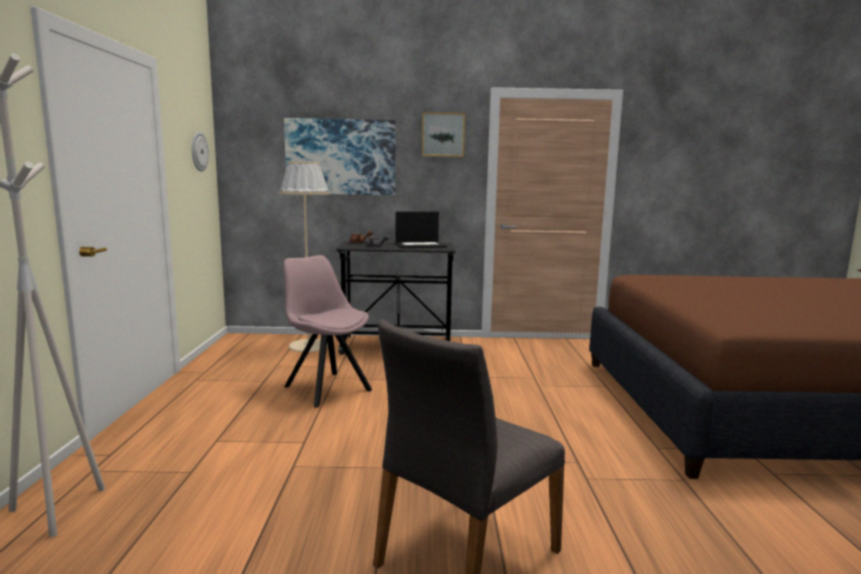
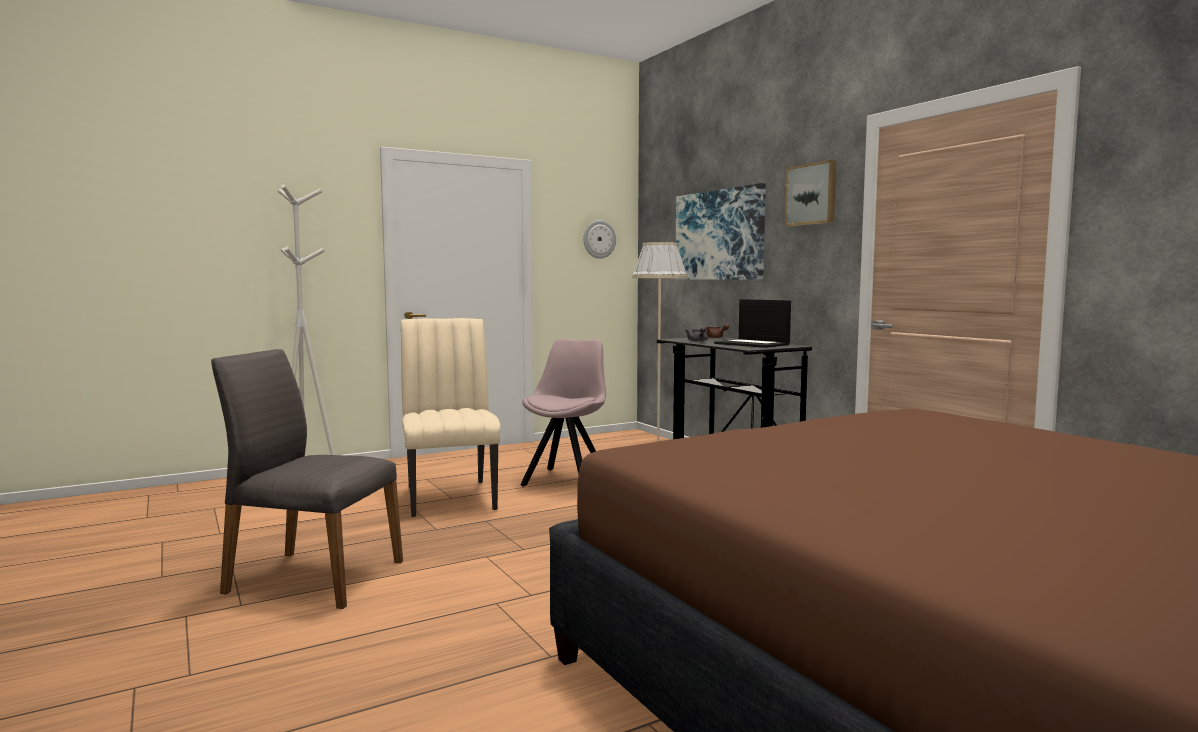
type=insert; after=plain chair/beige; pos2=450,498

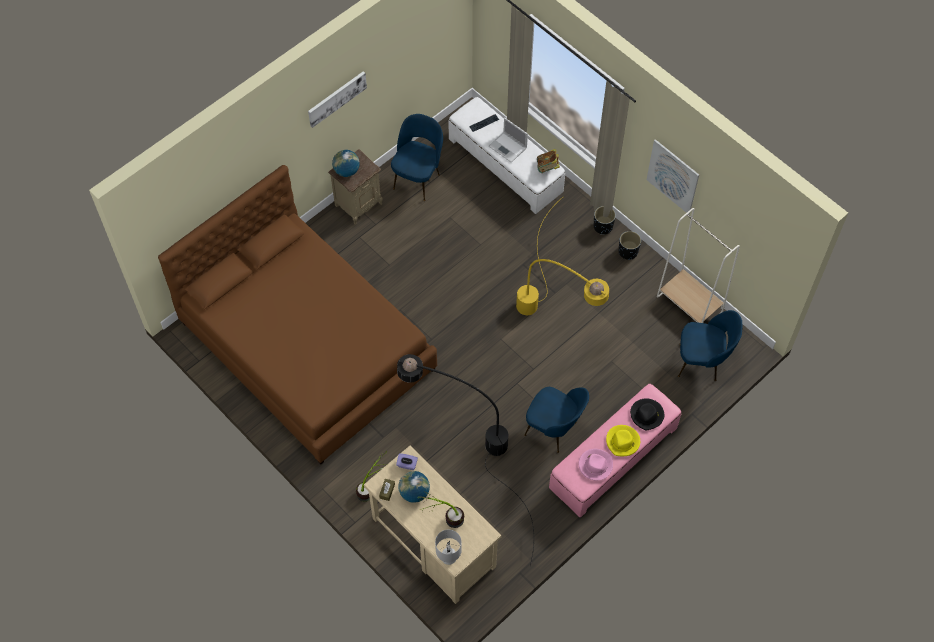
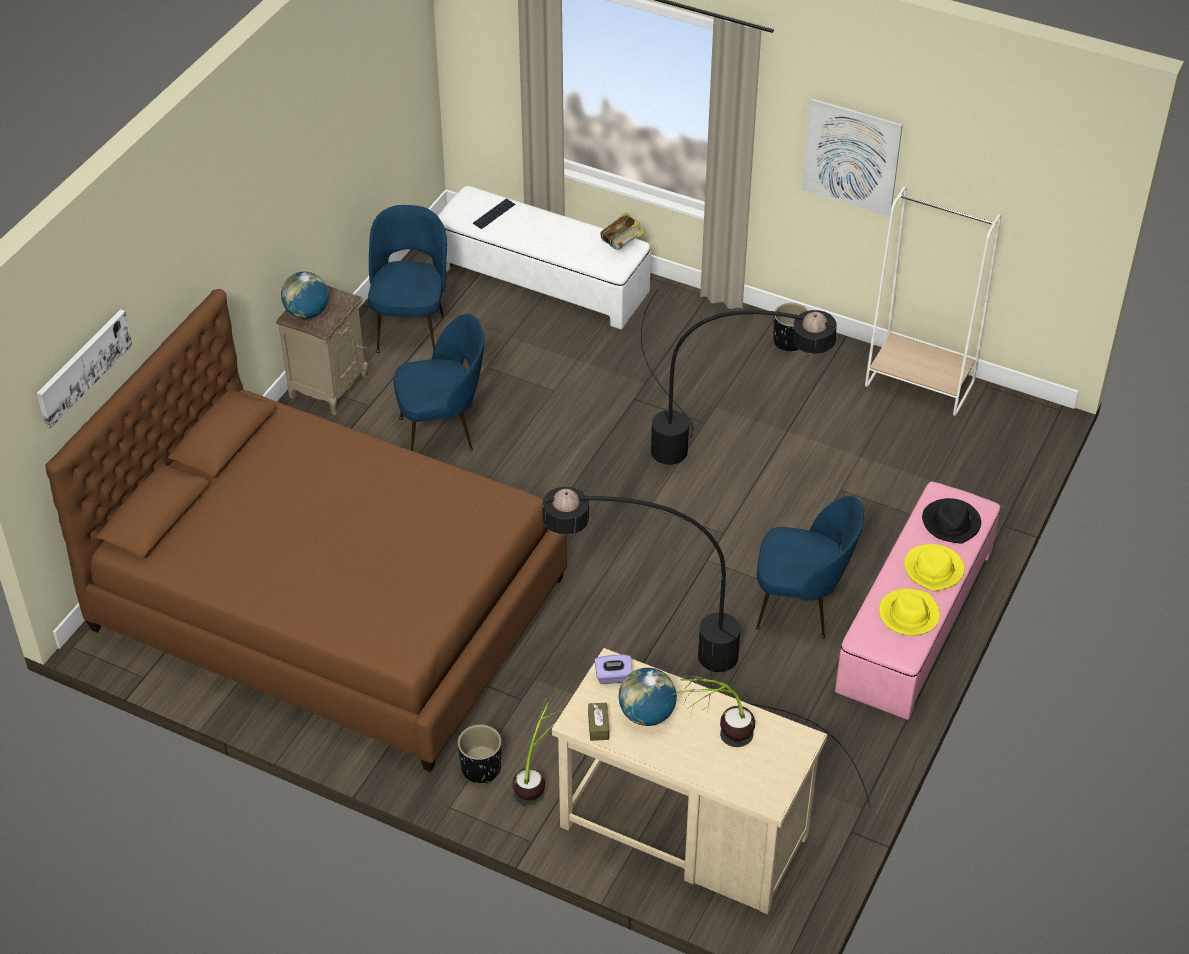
type=move; before=wall picture; pos1=336,98; pos2=83,367
type=delete; before=tabletop lamp/grey; pos1=449,558
type=delete; before=laptop; pos1=508,147
type=recolor; before=standing lamp/yellow; after=standing lamp/black-coloured; pos1=554,313; pos2=718,450
type=recolor; before=wearable hat/pink-coloured; after=wearable hat/yellow; pos1=595,465; pos2=908,614
type=move; before=flower pot/black-coloured; pos1=602,226; pos2=480,768
type=move; before=plain chair/blue; pos1=702,363; pos2=443,433

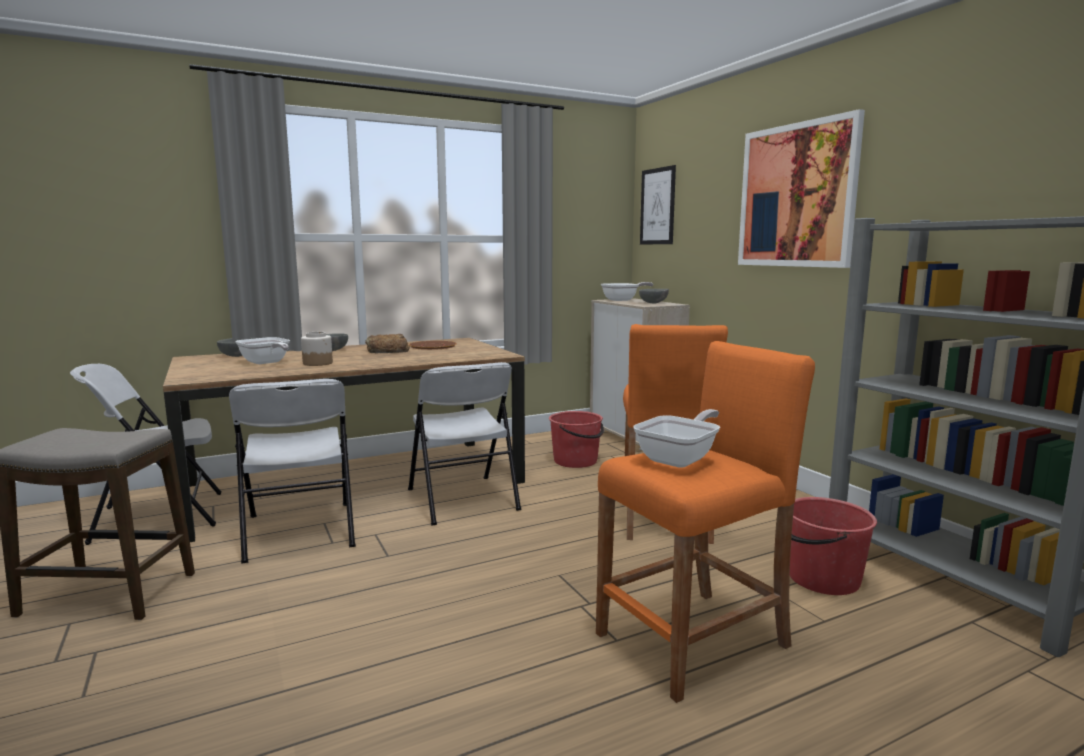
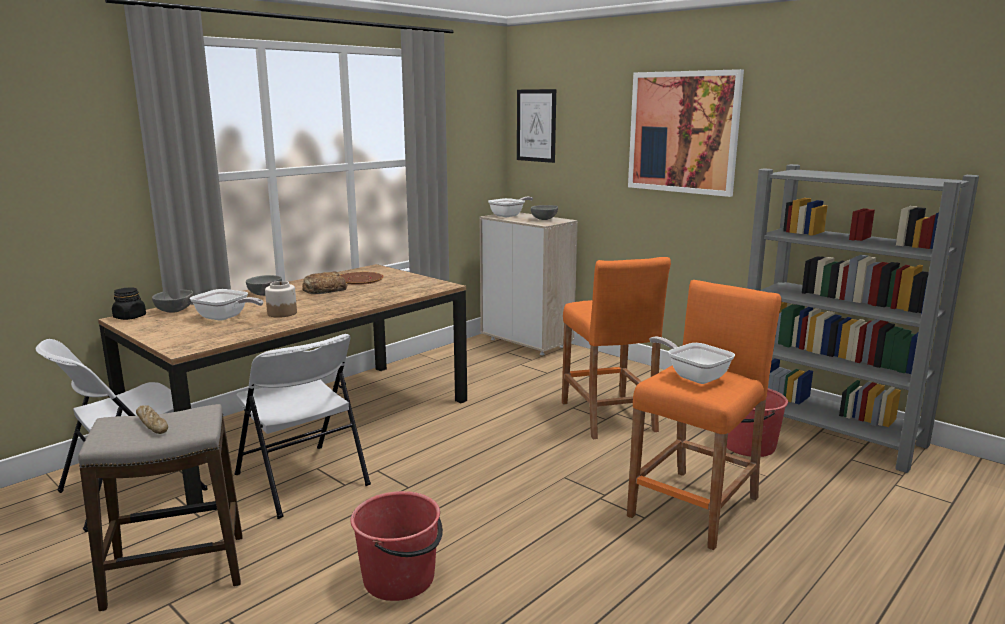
type=delete; before=plain chair/white; pos1=462,499
type=move; before=bucket/red; pos1=576,461; pos2=400,579
type=rotate; before=skillet; pos1=680,459; pos2=693,376; turn=-60
type=insert; after=preserve jar/black-coloured; pos2=130,317
type=insert; after=bakery bread; pos2=152,424

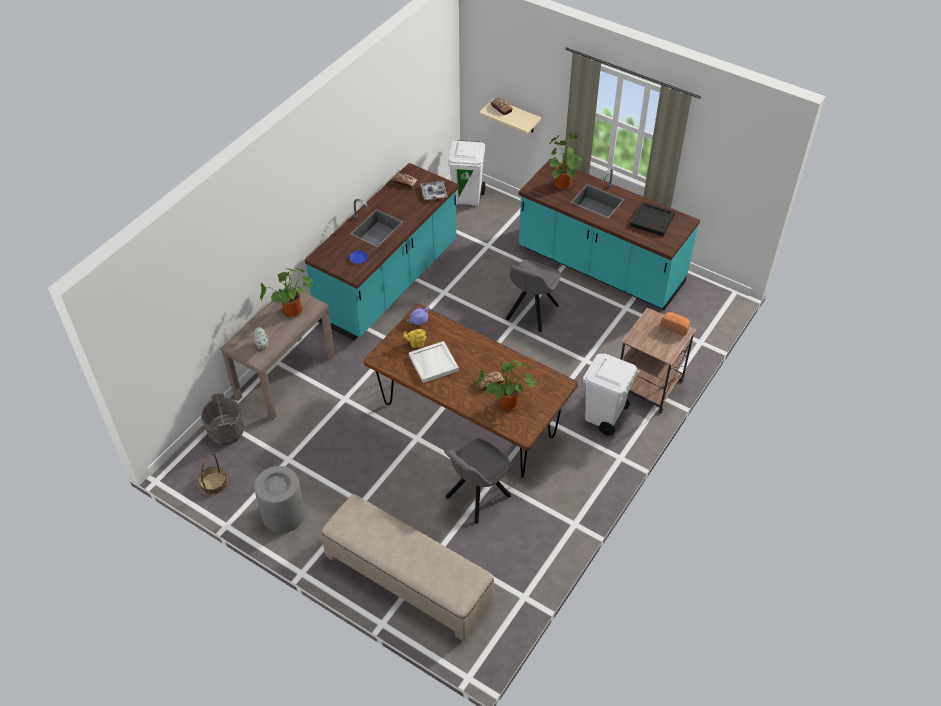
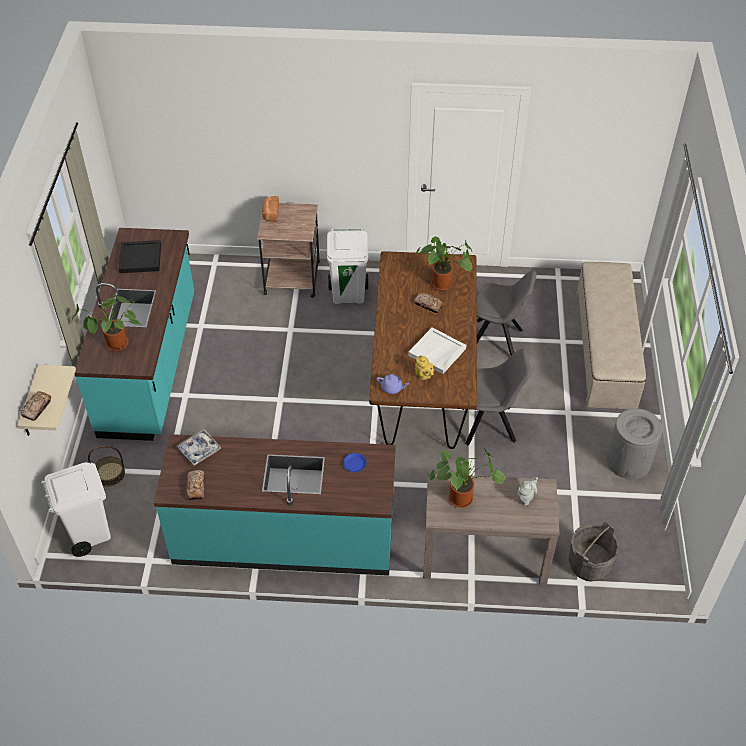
type=move; before=basket; pos1=213,483; pos2=110,474
type=move; before=plain chair/grey; pos1=531,312; pos2=488,425

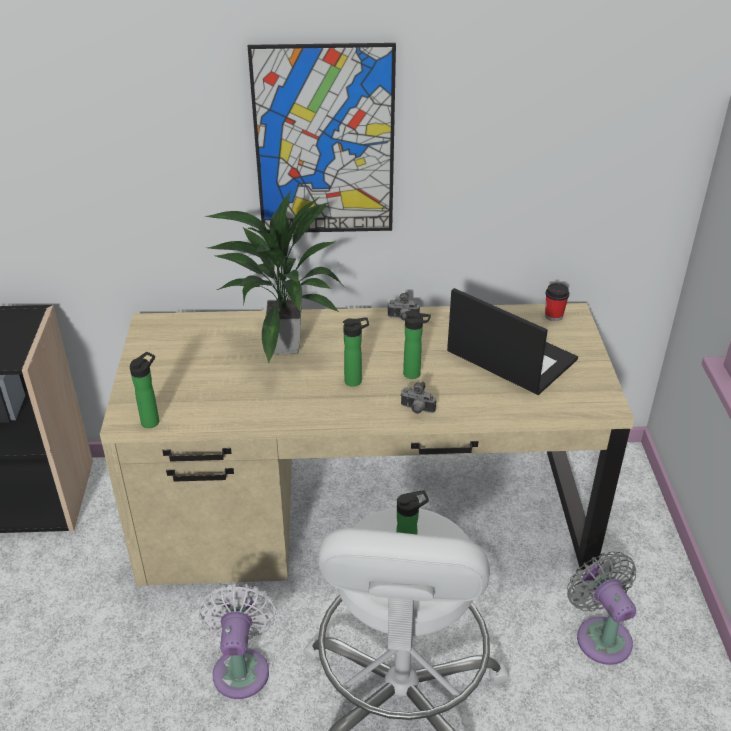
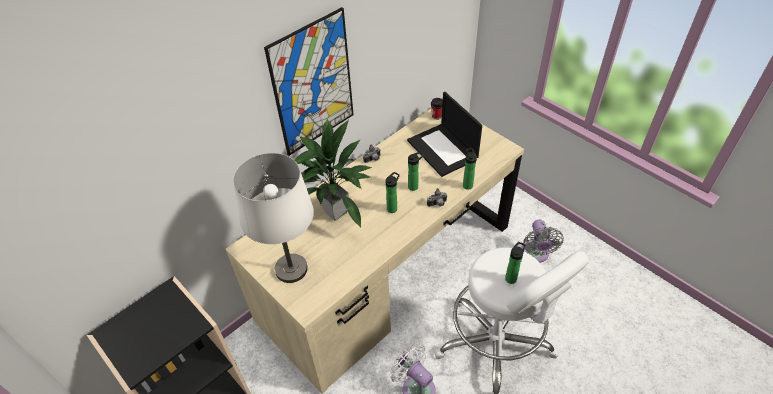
type=move; before=beverage bottle; pos1=152,420; pos2=467,184
type=rotate; before=laptop; pos1=509,356; pos2=443,150; turn=-120
type=rotate; before=electric fan/grey; pos1=600,635; pos2=535,254; turn=-120
type=insert; after=tabletop lamp/white; pos2=291,269

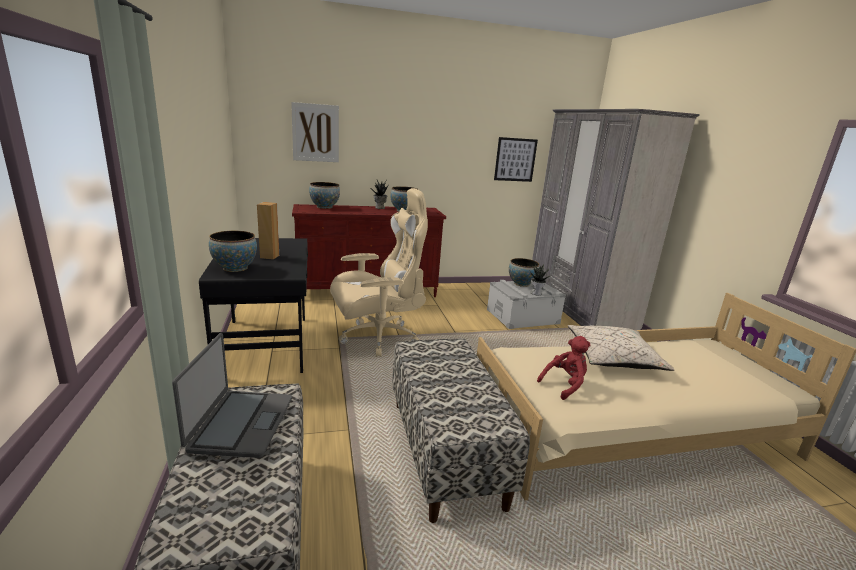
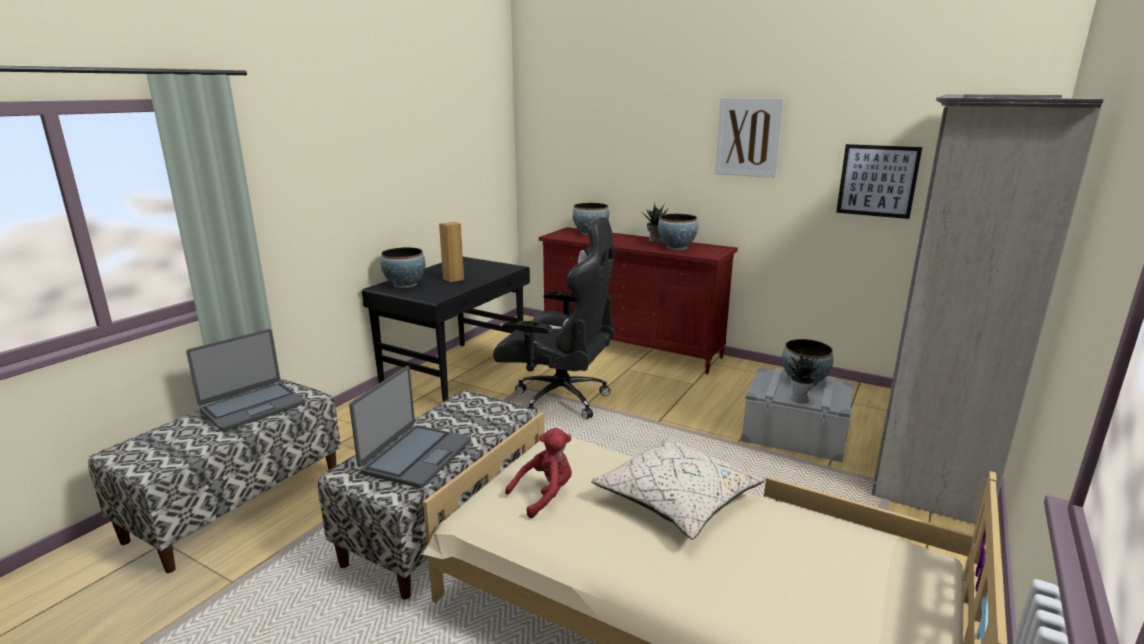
type=move; before=wall picture; pos1=315,133; pos2=748,137
type=recolor; before=computer chair/beige; after=computer chair/black-coloured; pos1=374,339; pos2=555,399
type=rotate; before=plush toy/red; pos1=564,385; pos2=545,495; turn=-45
type=insert; after=laptop; pos2=416,456

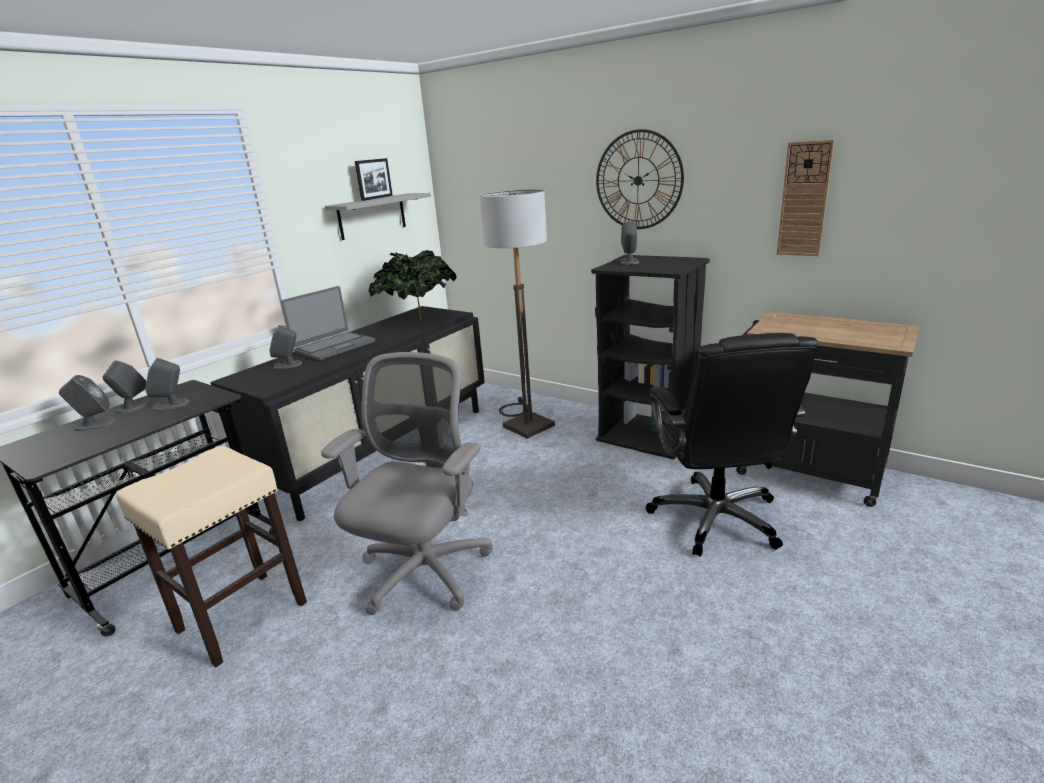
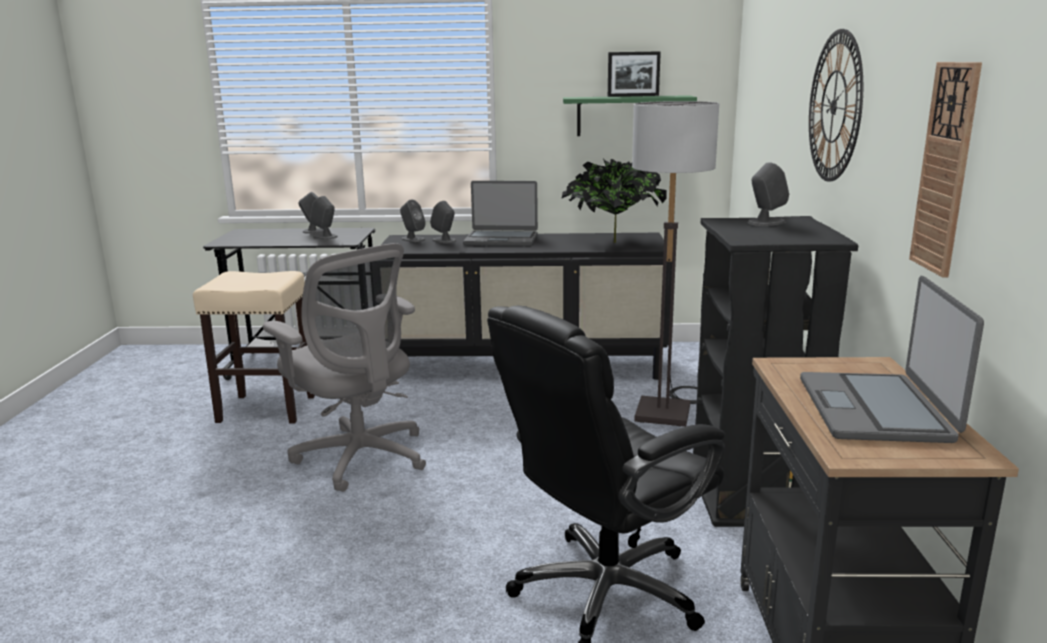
type=move; before=speaker/grey; pos1=95,424; pos2=413,239
type=rotate; before=computer chair/grey; pos1=423,578; pos2=355,455; turn=60
type=recolor; before=shelf/grey; after=shelf/greenish; pos1=372,216; pos2=626,116
type=insert; after=laptop; pos2=876,409

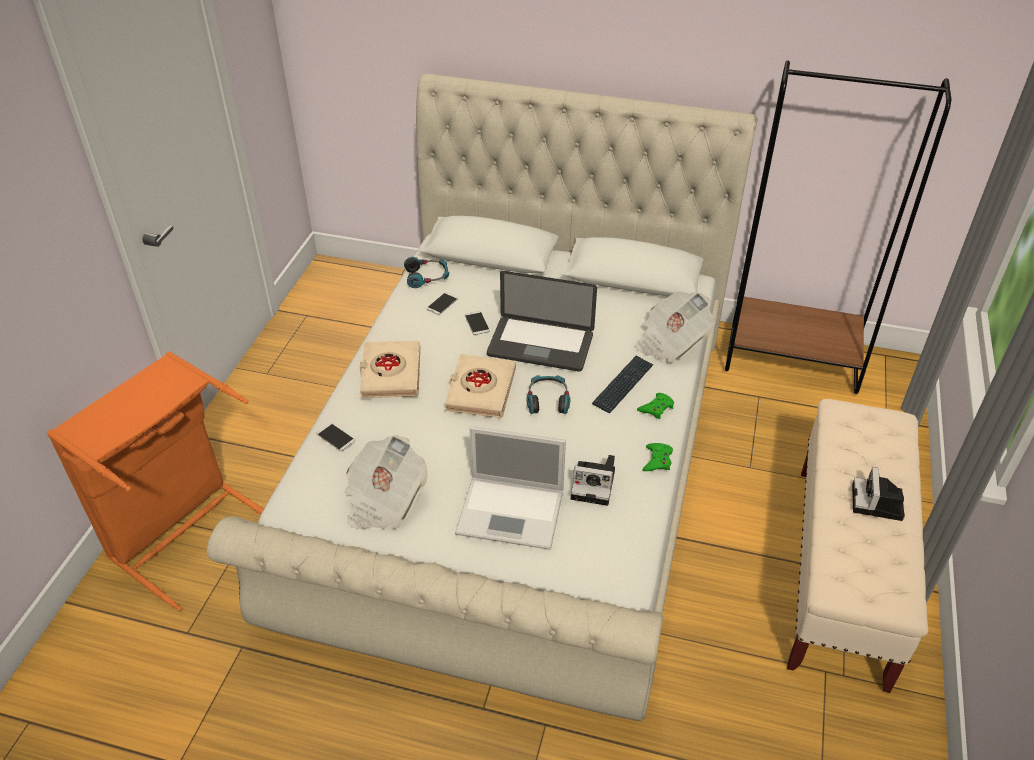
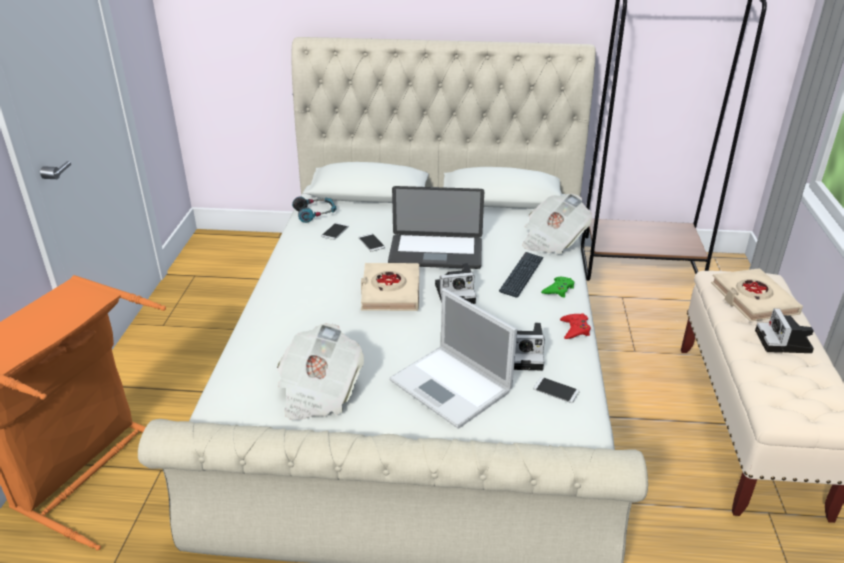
type=move; before=telephone; pos1=336,437; pos2=556,390
type=move; before=book/beige; pos1=390,374; pos2=753,299
type=rotate; before=laptop; pos1=512,512; pos2=452,386; turn=45
type=replace; before=pair of headphones; after=photo camera; pos1=548,400; pos2=456,293
type=recolor; before=game controller/greenish; after=game controller/red; pos1=657,460; pos2=575,329

